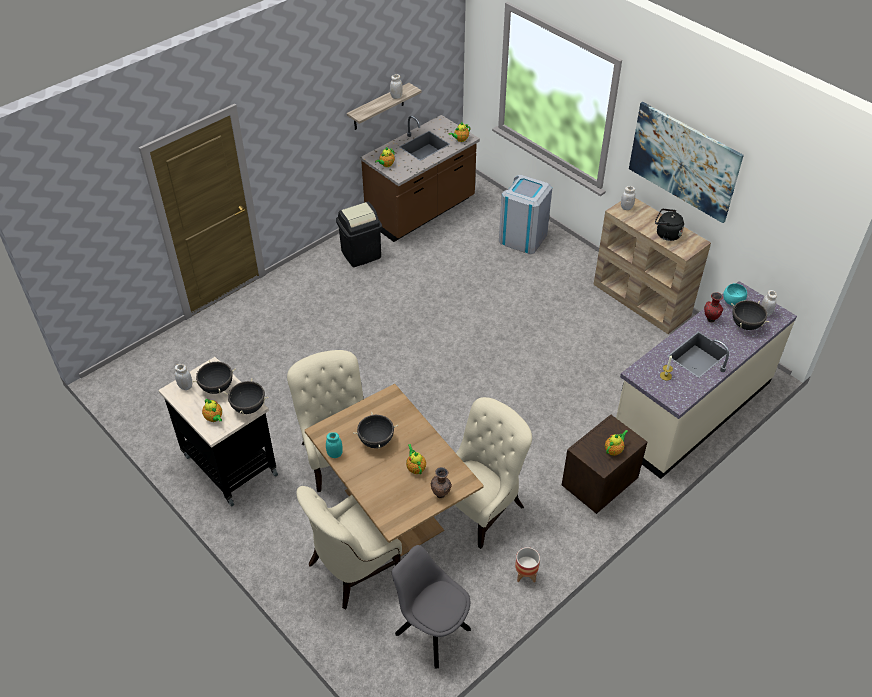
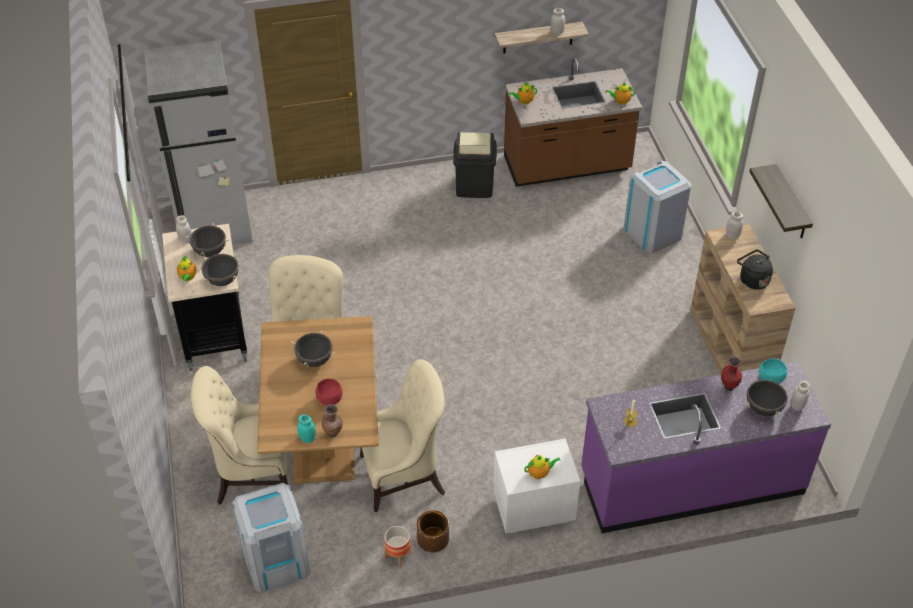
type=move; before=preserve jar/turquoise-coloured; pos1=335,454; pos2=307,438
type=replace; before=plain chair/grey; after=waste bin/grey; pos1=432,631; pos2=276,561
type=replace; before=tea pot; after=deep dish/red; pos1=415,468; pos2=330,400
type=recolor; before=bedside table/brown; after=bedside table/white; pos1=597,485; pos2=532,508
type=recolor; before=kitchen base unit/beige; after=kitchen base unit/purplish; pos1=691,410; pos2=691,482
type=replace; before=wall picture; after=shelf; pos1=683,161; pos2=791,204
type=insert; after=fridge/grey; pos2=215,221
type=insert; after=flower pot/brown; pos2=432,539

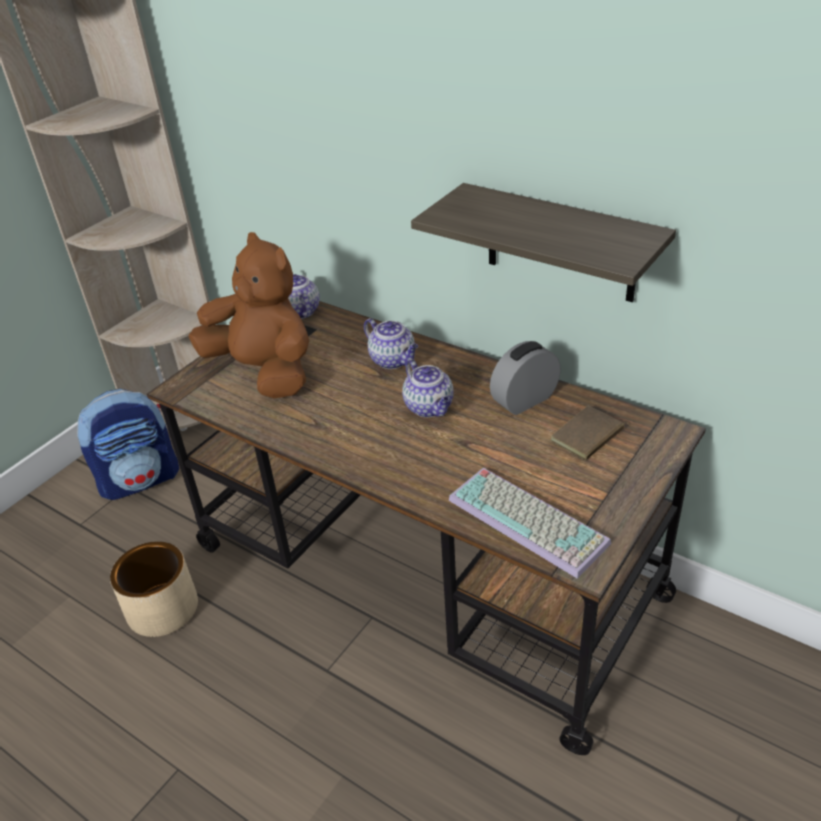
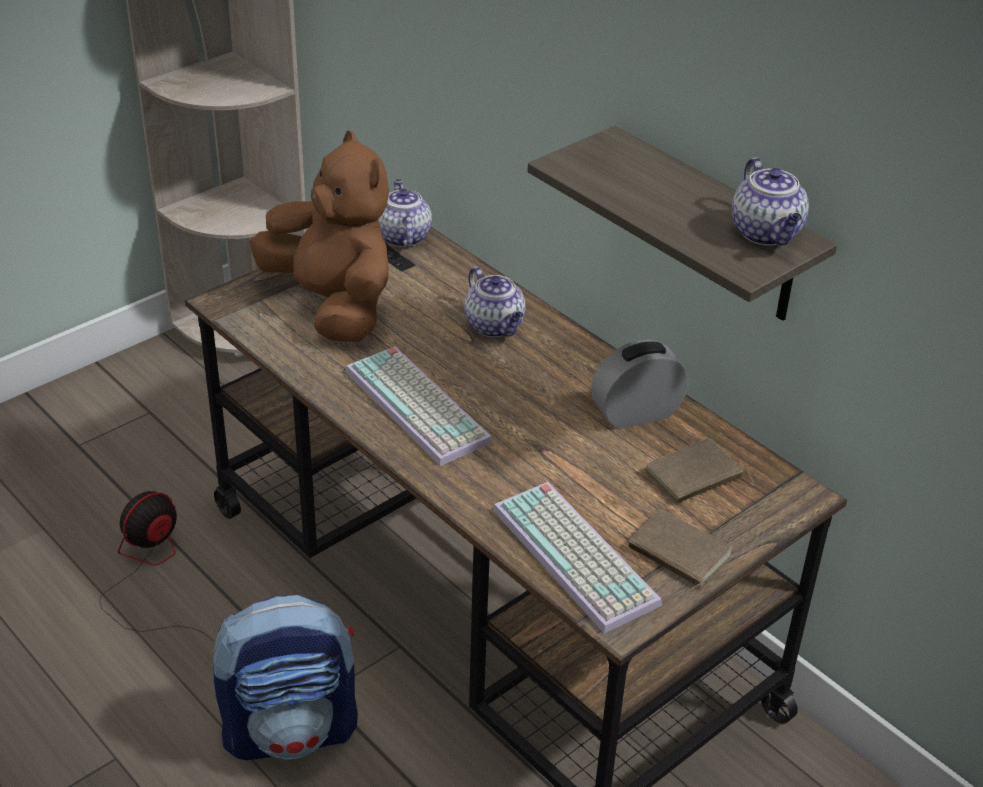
type=move; before=backpack; pos1=141,479; pos2=291,730
type=replace; before=flower pot/beige; after=electric fan; pos1=163,609; pos2=150,572
type=move; before=tea pot; pos1=430,407; pos2=767,234
type=insert; after=keyboard; pos2=420,406
type=insert; after=book/brown; pos2=677,554

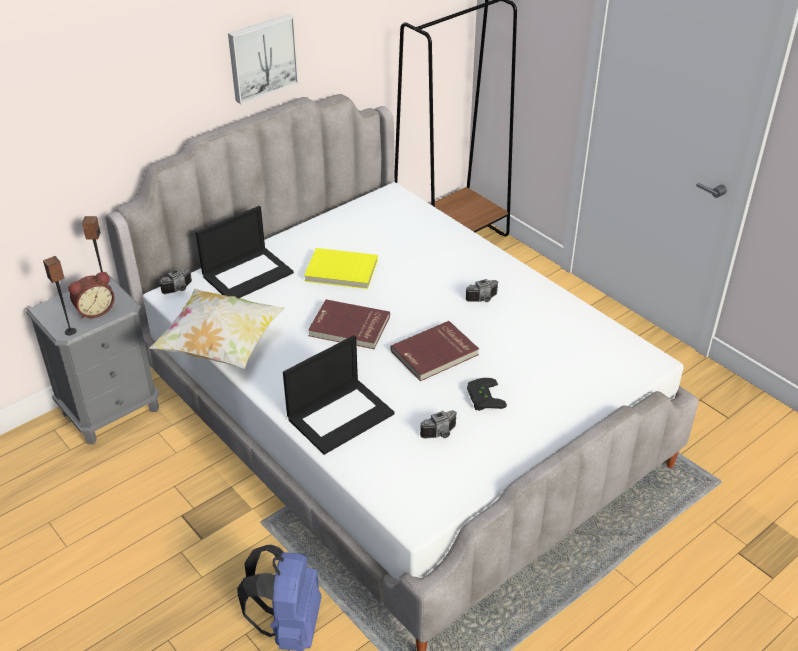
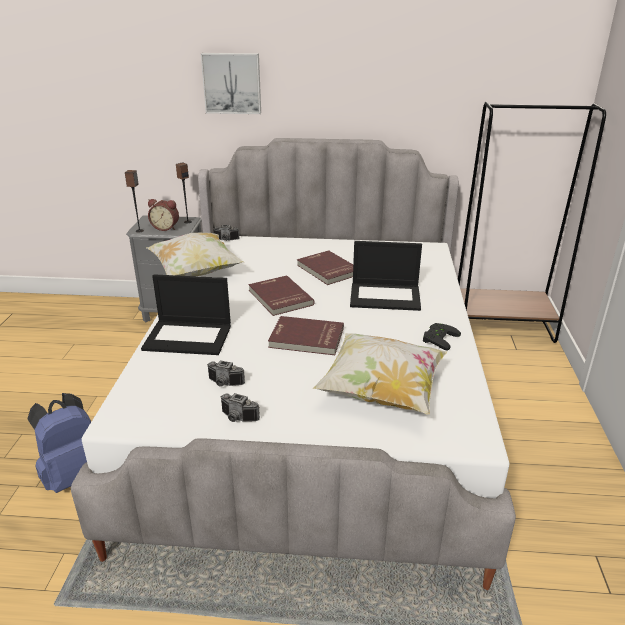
type=move; before=laptop; pos1=248,274; pos2=386,296
type=move; before=wall picture; pos1=262,57; pos2=232,83
type=recolor; before=book/yellow; after=book/red; pos1=341,271; pos2=327,270
type=move; before=photo camera; pos1=483,300; pos2=237,419
type=move; before=game controller/black-coloured; pos1=482,397; pos2=438,338
type=insert; after=cushion; pos2=381,392

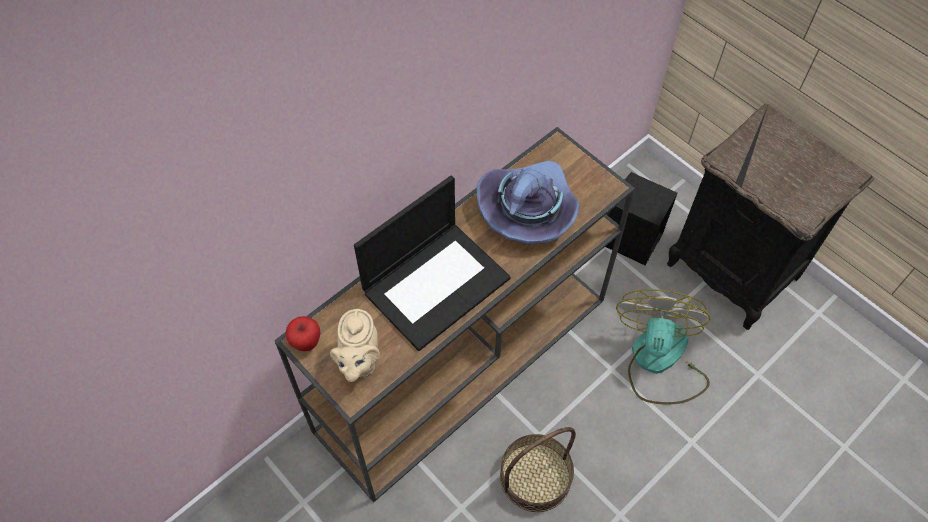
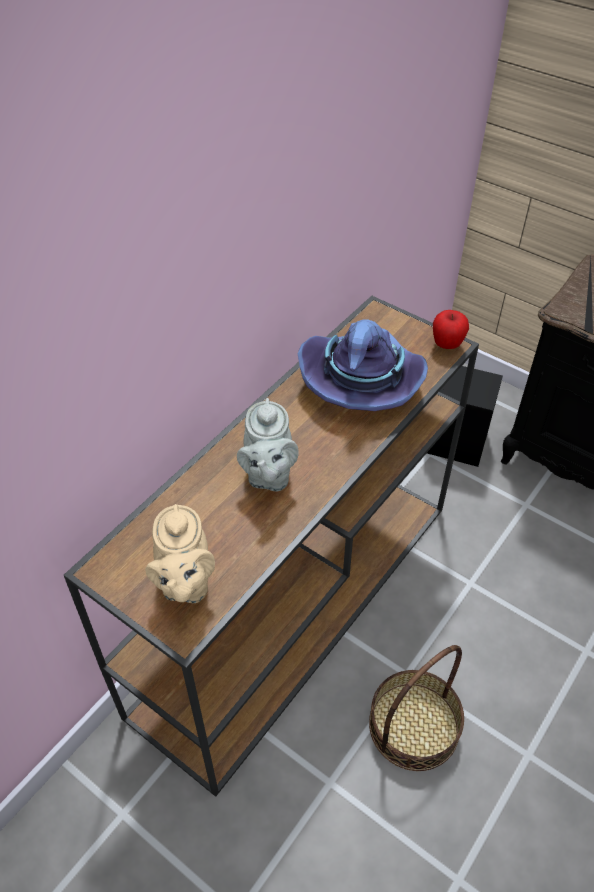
type=move; before=apple fruit; pos1=306,343; pos2=447,345
type=replace; before=laptop; after=tea pot/grey; pos1=436,283; pos2=268,475
type=delete; before=electric fan; pos1=658,362

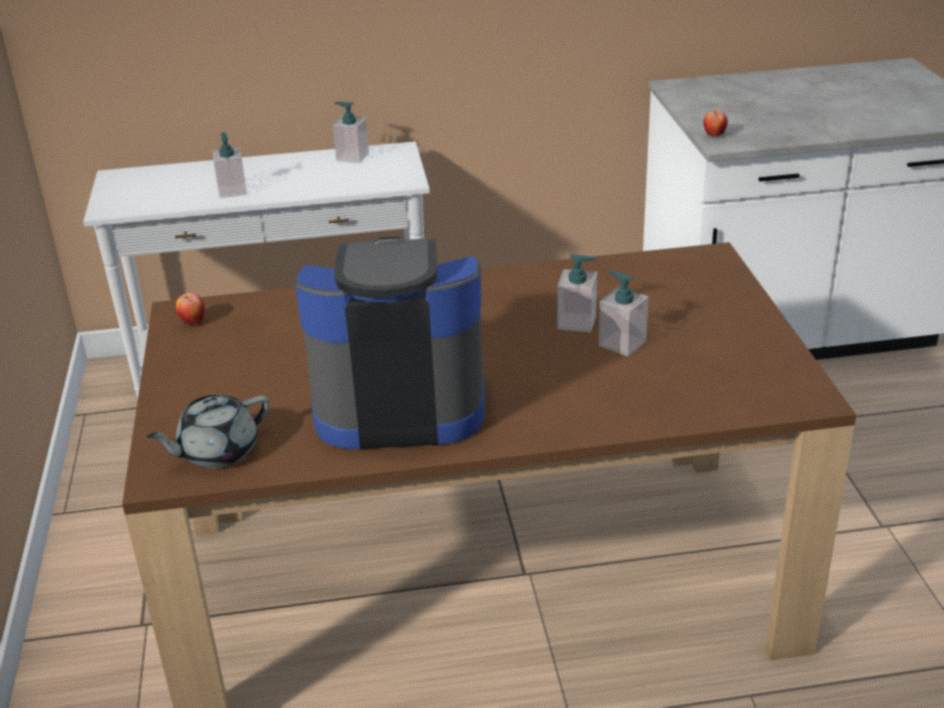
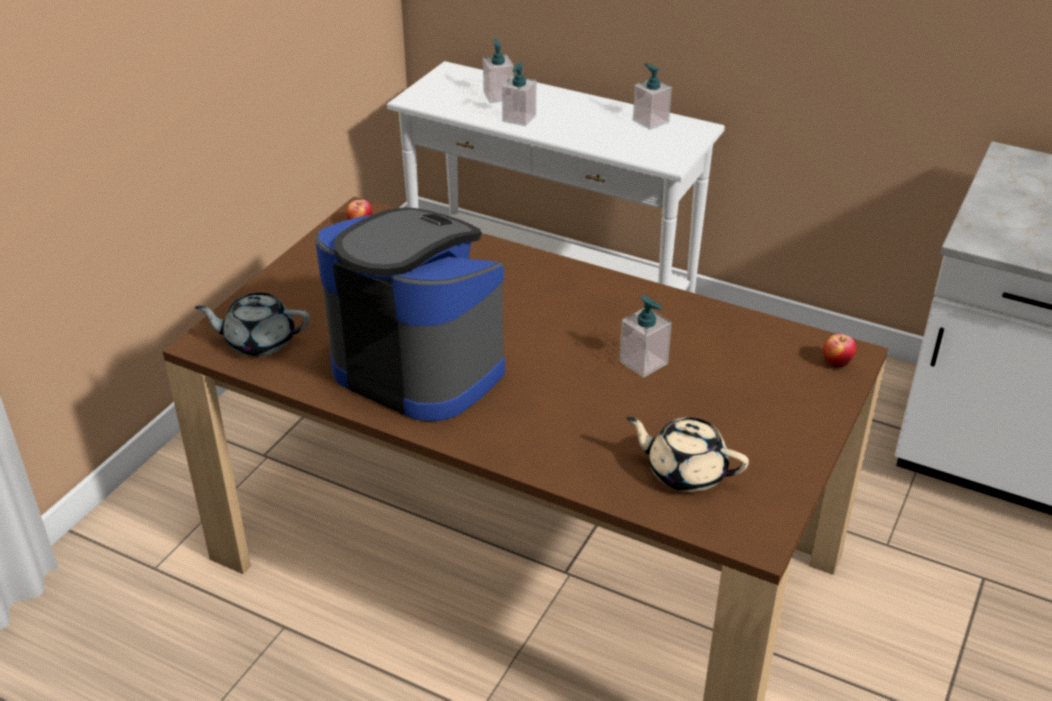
type=move; before=soap bottle; pos1=622,343; pos2=498,96
type=move; before=apple fruit; pos1=714,135; pos2=836,363
type=insert; after=tea pot/beige; pos2=685,472

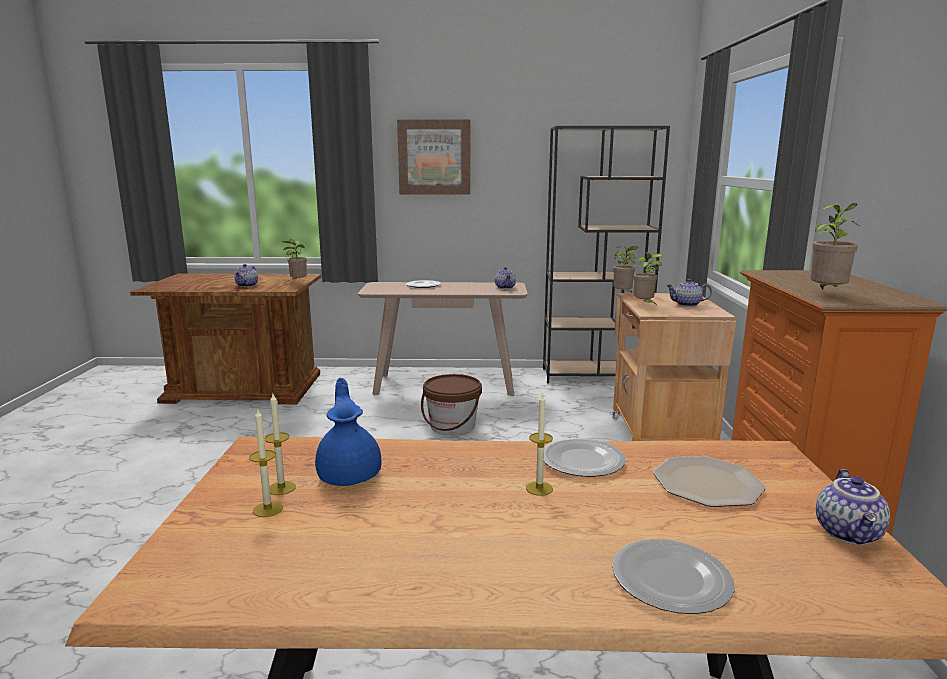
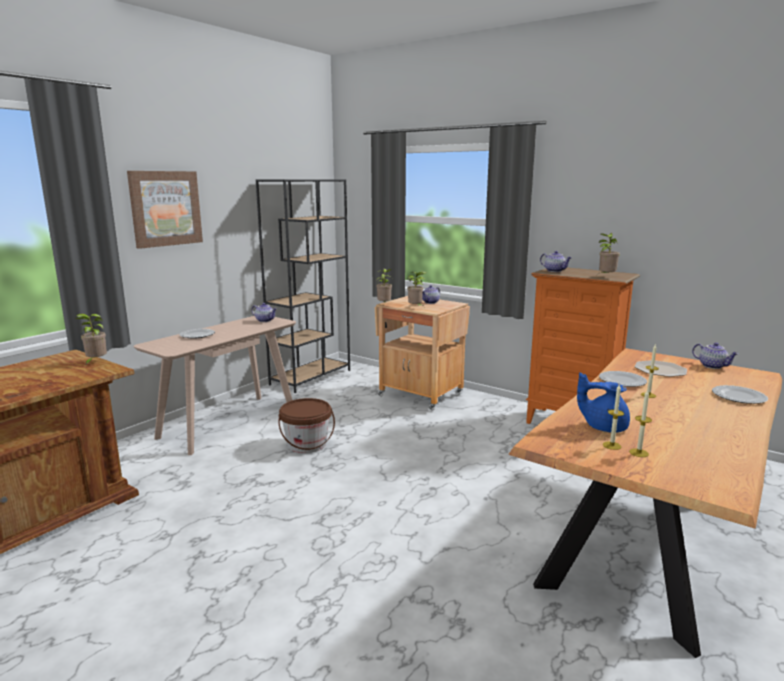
type=move; before=tea pot; pos1=247,286; pos2=555,271

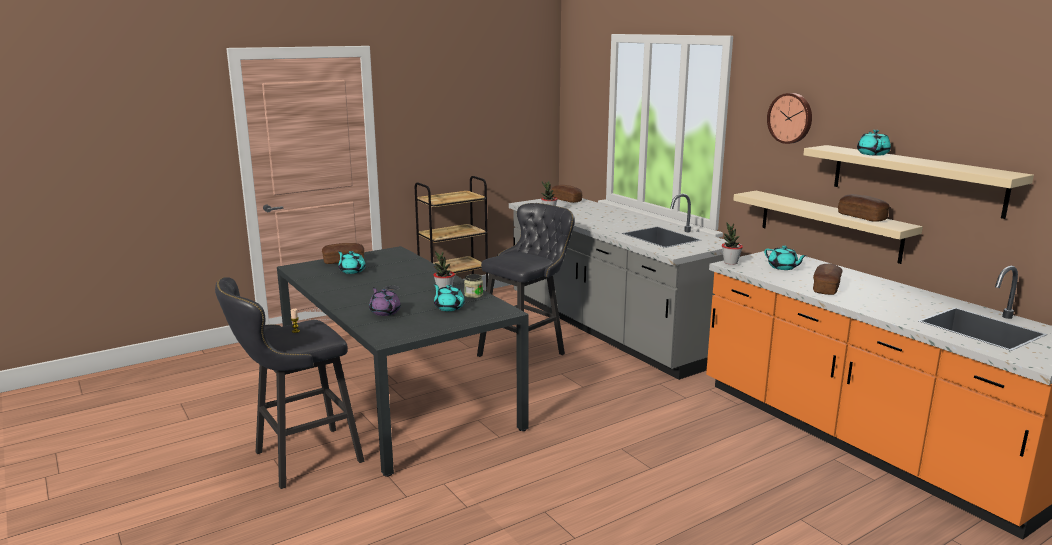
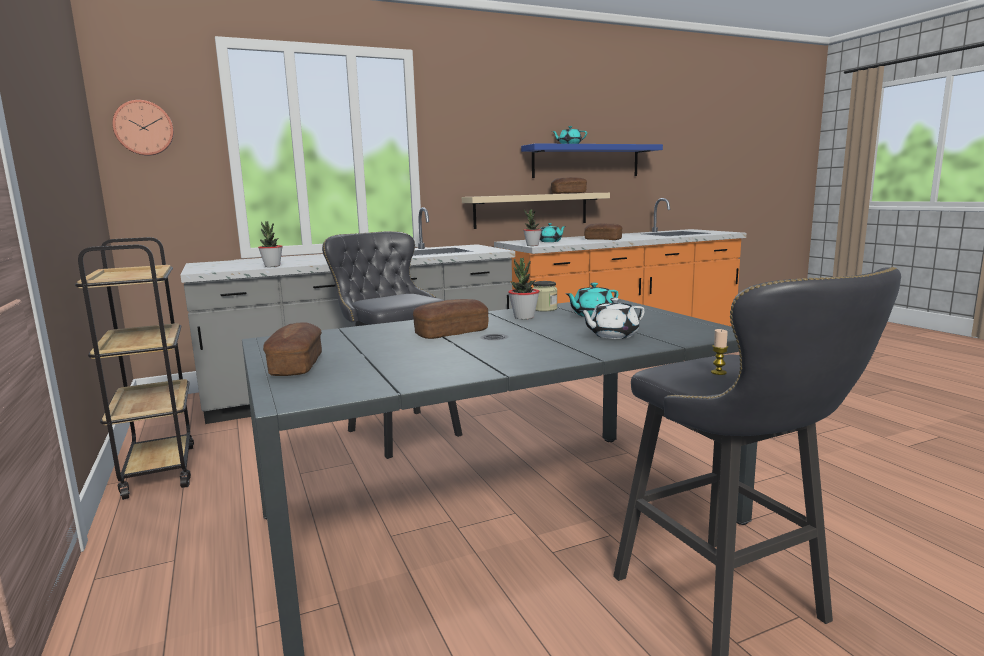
type=delete; before=tea pot/turquoise-coloured; pos1=352,271
type=recolor; before=tea pot/purplish; after=tea pot/white; pos1=385,312; pos2=612,335
type=move; before=bakery bread; pos1=566,200; pos2=451,333
type=move; before=clock on the wall; pos1=791,118; pos2=144,128
type=recolor; before=shelf/beige; after=shelf/blue; pos1=915,179; pos2=586,161

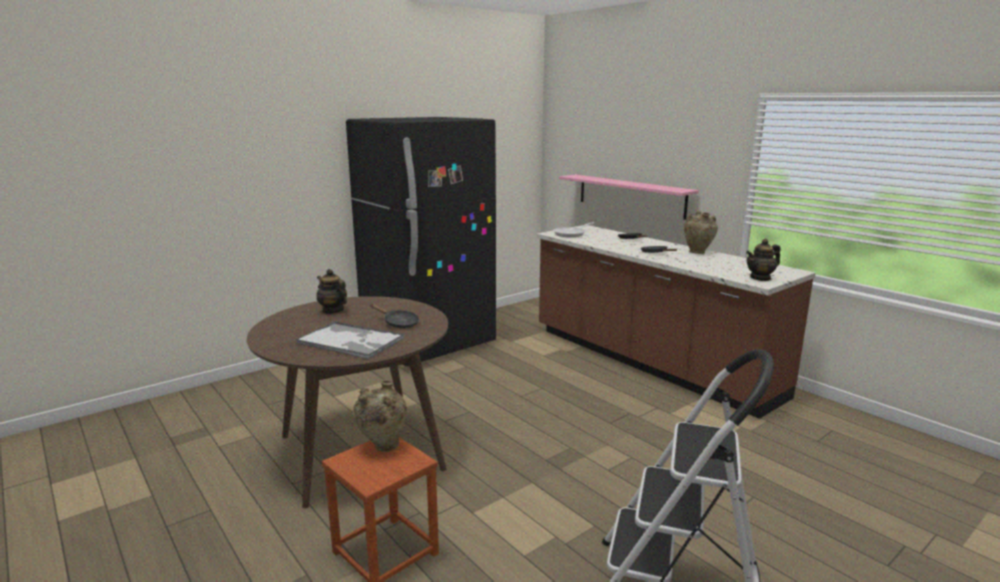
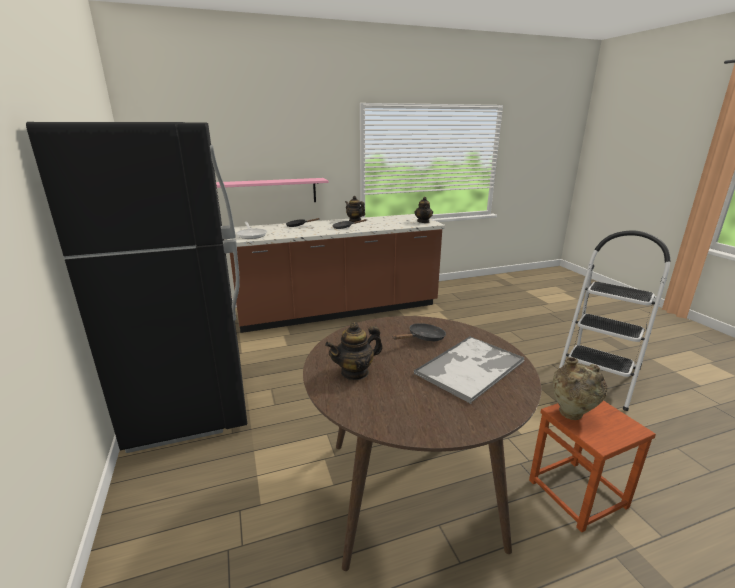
type=replace; before=decorative vase/beige; after=tea pot; pos1=698,252; pos2=354,220

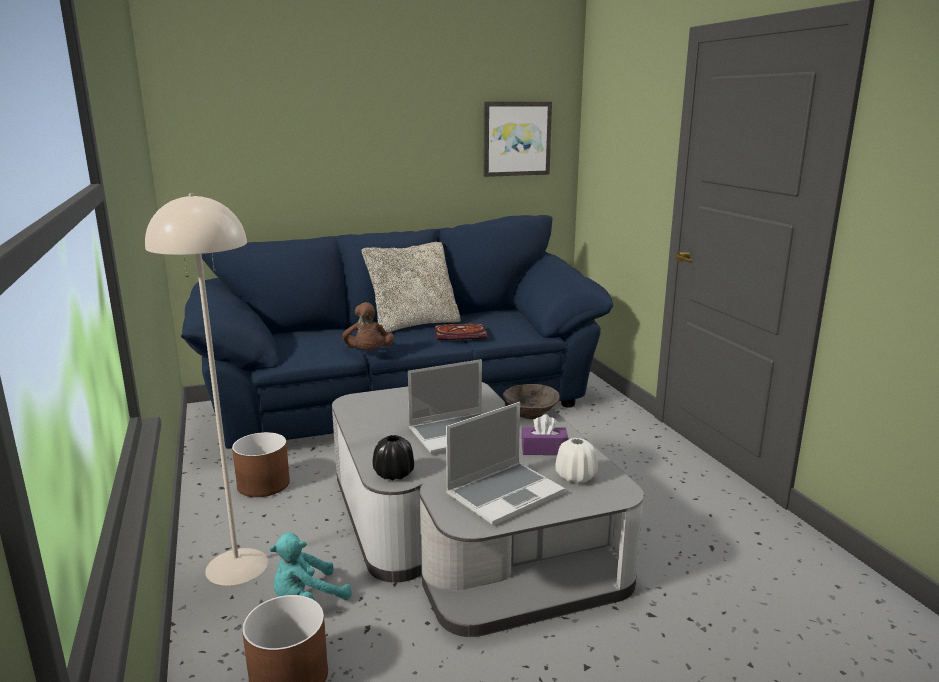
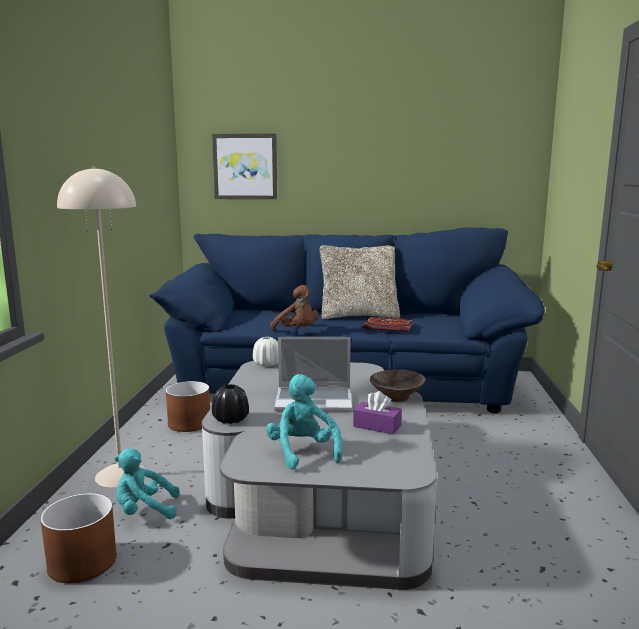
type=rotate; before=plush toy/brown; pos1=368,353; pos2=297,331; turn=-60
type=replace; before=laptop; after=plush toy/turquoise-coloured; pos1=505,493; pos2=303,452
type=move; before=wall picture; pos1=516,139; pos2=245,166
type=move; before=decorative vase/white; pos1=575,477; pos2=267,364

